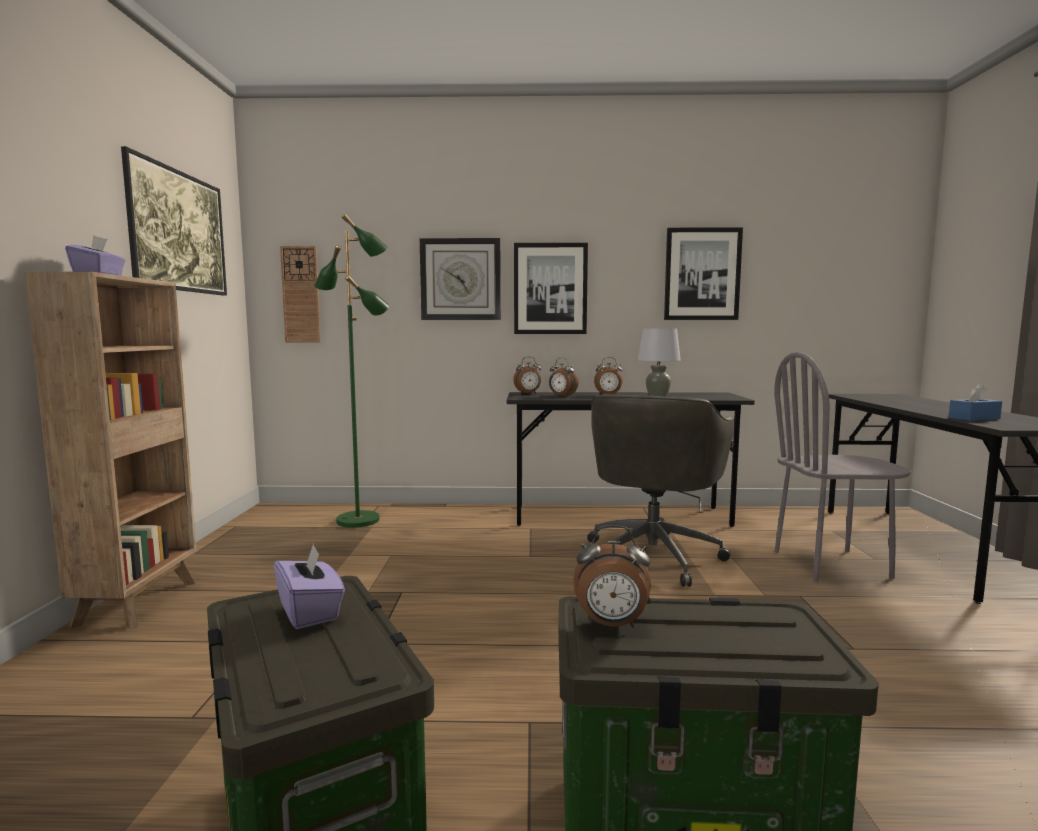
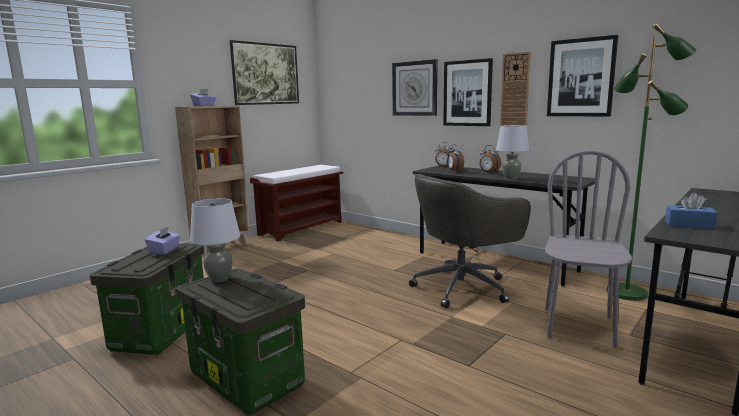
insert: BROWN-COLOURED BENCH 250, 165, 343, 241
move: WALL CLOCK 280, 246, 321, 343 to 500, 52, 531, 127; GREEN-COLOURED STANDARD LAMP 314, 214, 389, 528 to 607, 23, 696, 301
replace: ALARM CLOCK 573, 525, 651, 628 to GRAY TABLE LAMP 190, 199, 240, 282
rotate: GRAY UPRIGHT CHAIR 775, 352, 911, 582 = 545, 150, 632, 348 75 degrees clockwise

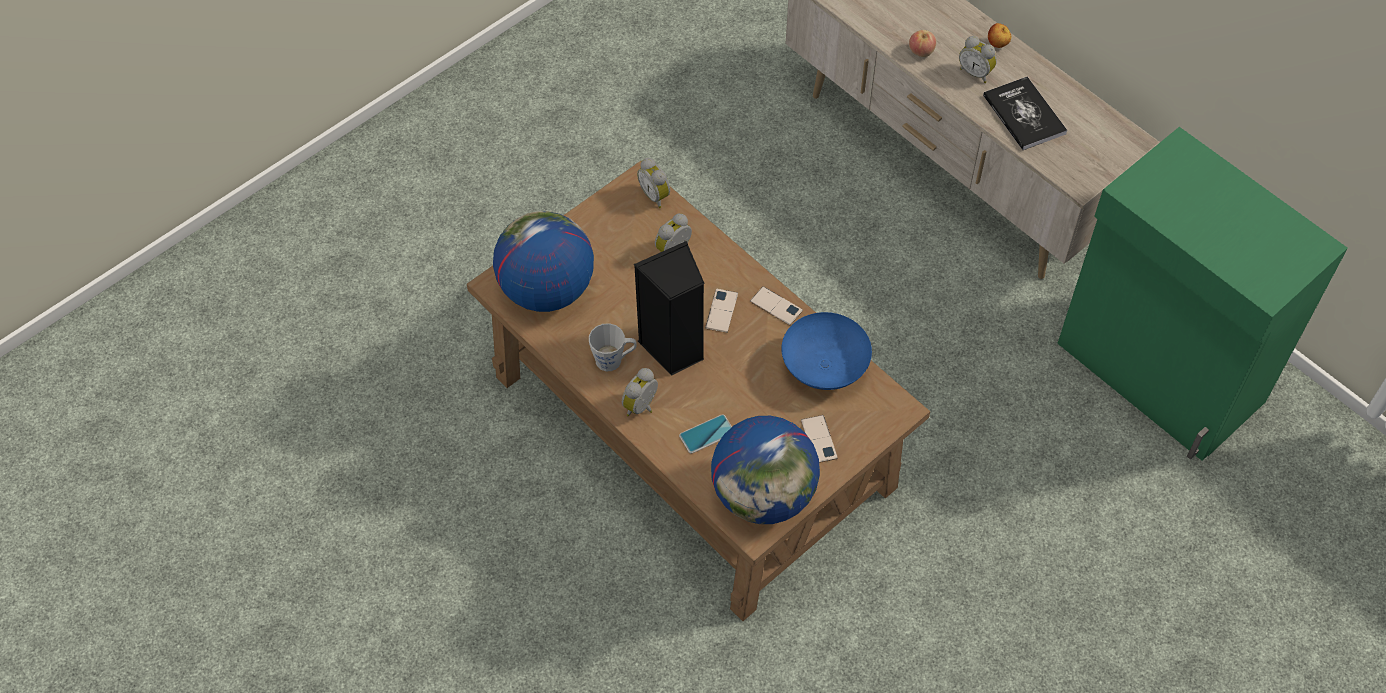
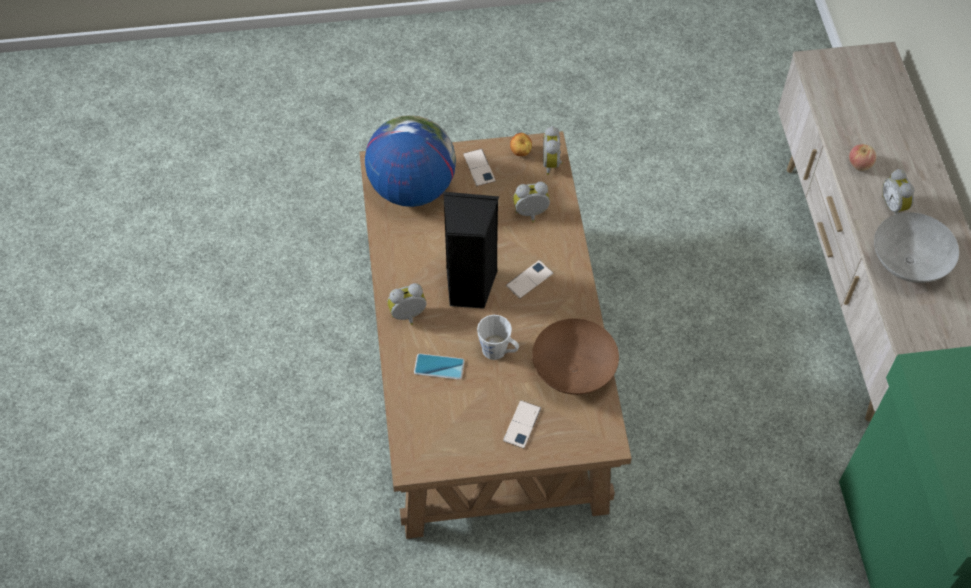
delete: WORLD GLOBE 711, 416, 820, 524
move: GRAY MUG 589, 323, 637, 371 to 477, 315, 519, 360; TELEPHONE 750, 286, 803, 325 to 463, 149, 496, 187; APPLE FRUIT 988, 23, 1011, 48 to 510, 133, 532, 156
replace: BOOK 983, 77, 1067, 150 to GRAY DEEP DISH 874, 212, 959, 283
recolor: BLUE-COLOURED DEEP DISH 781, 312, 872, 390 to BROWN-COLOURED DEEP DISH 532, 318, 619, 395

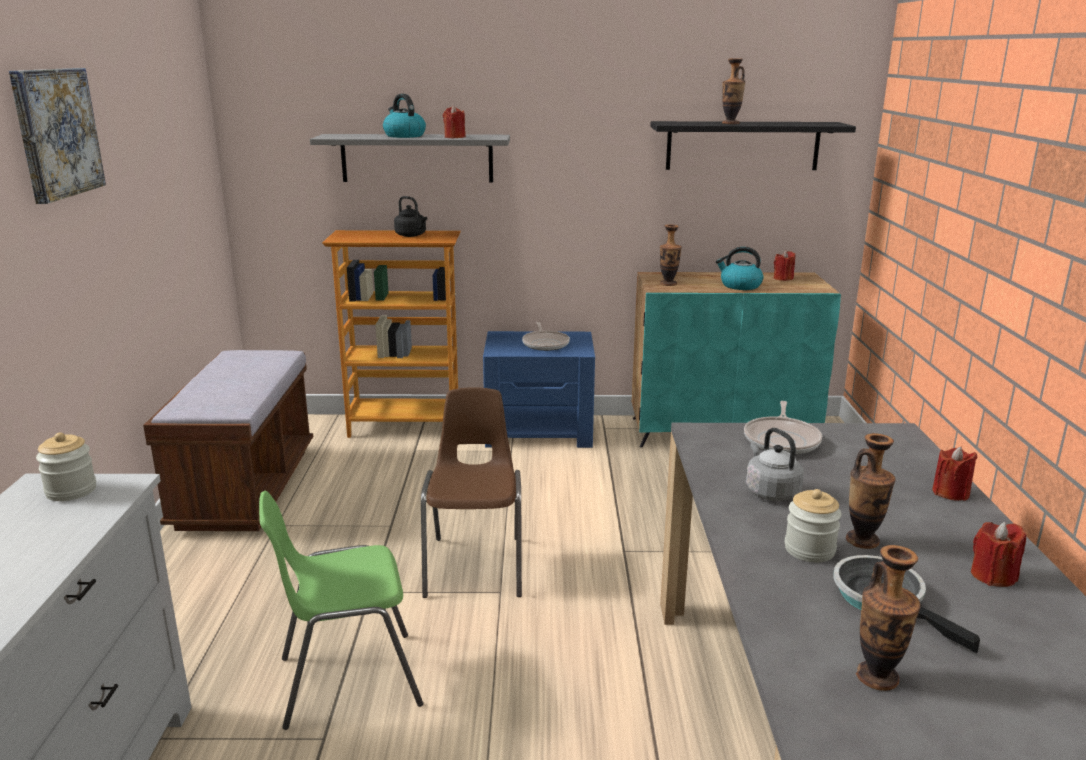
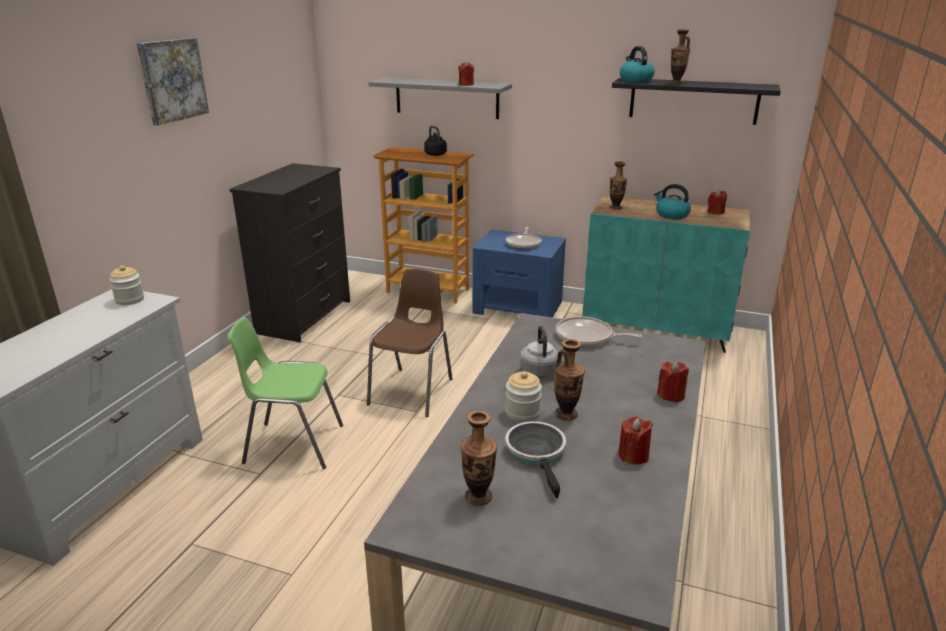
move: KETTLE 383, 94, 426, 138 to 620, 46, 655, 82
replace: BROWN-COLOURED BENCH 143, 350, 313, 531 to BLACK DRESSER 229, 163, 350, 342
rotate: SKILLET 744, 401, 822, 455 = 556, 316, 642, 347 75 degrees clockwise

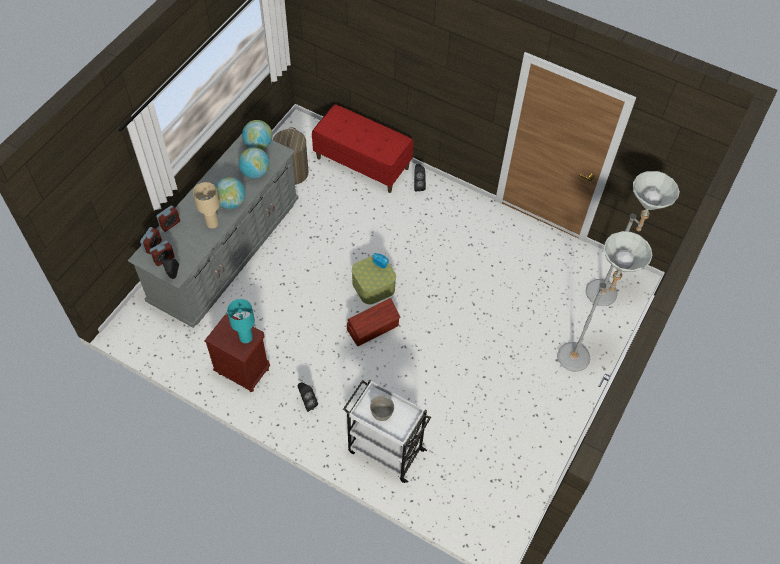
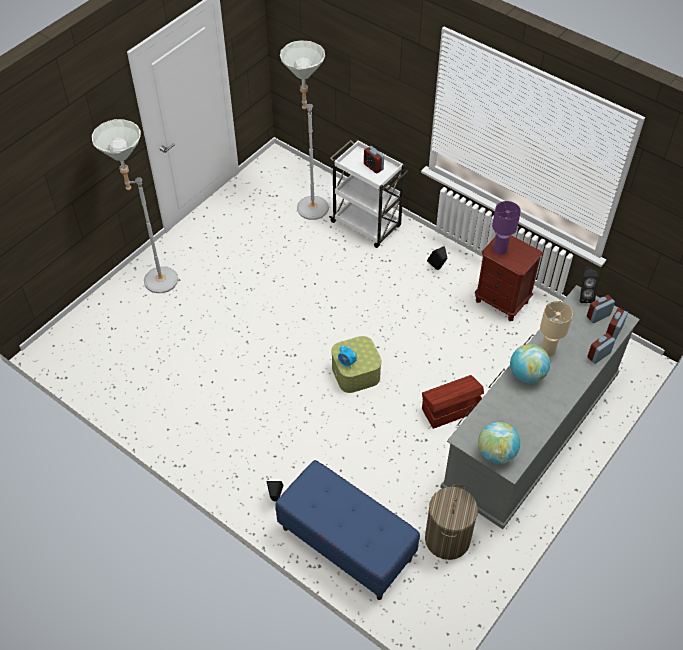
delete: WORLD GLOBE 238, 148, 270, 179
move: BROWN-COLOURED STORAGE BIN 347, 298, 401, 346 to 422, 375, 484, 429; GRAY STANDARD LAMP 586, 171, 680, 306 to 280, 40, 329, 220
replace: GRAY DEEP DISH 370, 395, 394, 421 to ALARM CLOCK 364, 146, 384, 174
recolor: TURQUOISE-COLOURED TABLE LAMP 227, 299, 255, 343 to PURPLE TABLE LAMP 492, 201, 521, 254; REDDISH BENCH 312, 104, 414, 193 to BLUE-COLOURED BENCH 275, 460, 420, 600

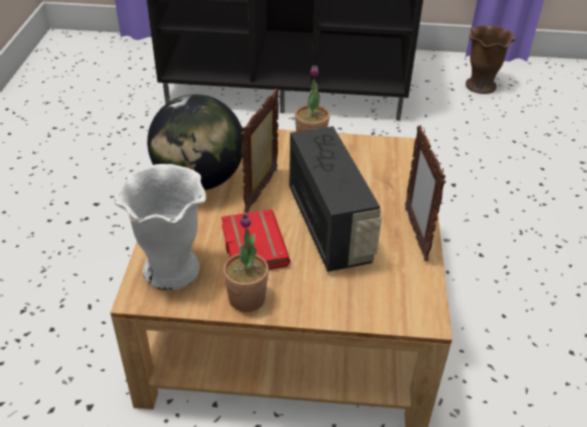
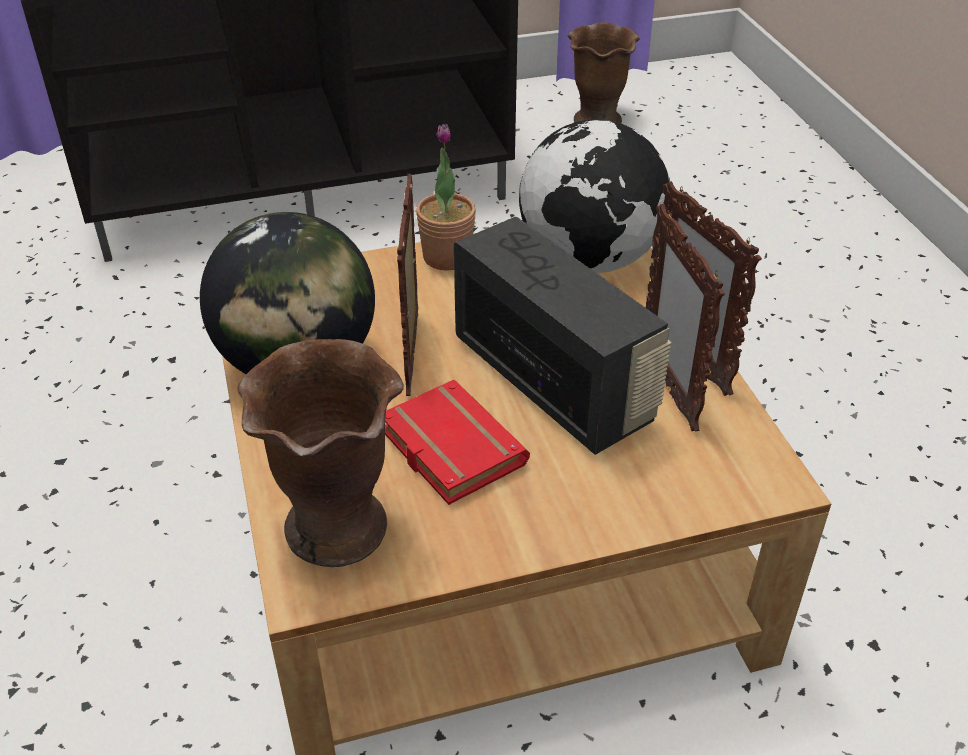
delete: HOUSEPLANT 223, 214, 269, 312
insert: WORLD GLOBE 519, 119, 670, 273; PHOTO FRAME 645, 204, 725, 432
recolor: WHITE VASE 114, 164, 206, 291 to BROWN-COLOURED VASE 237, 339, 404, 567

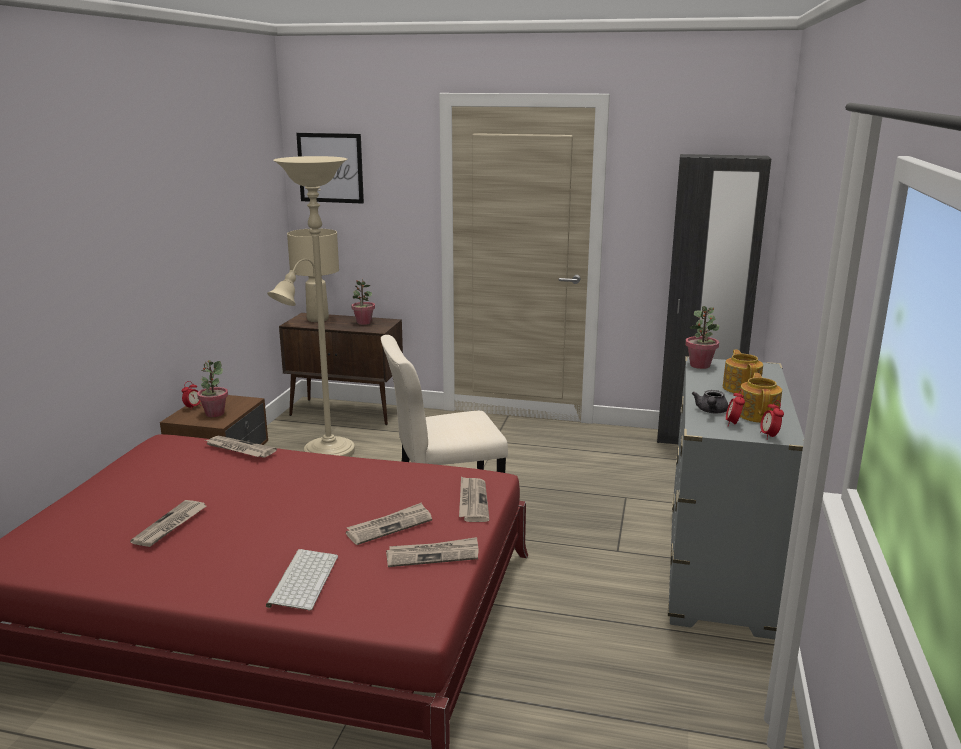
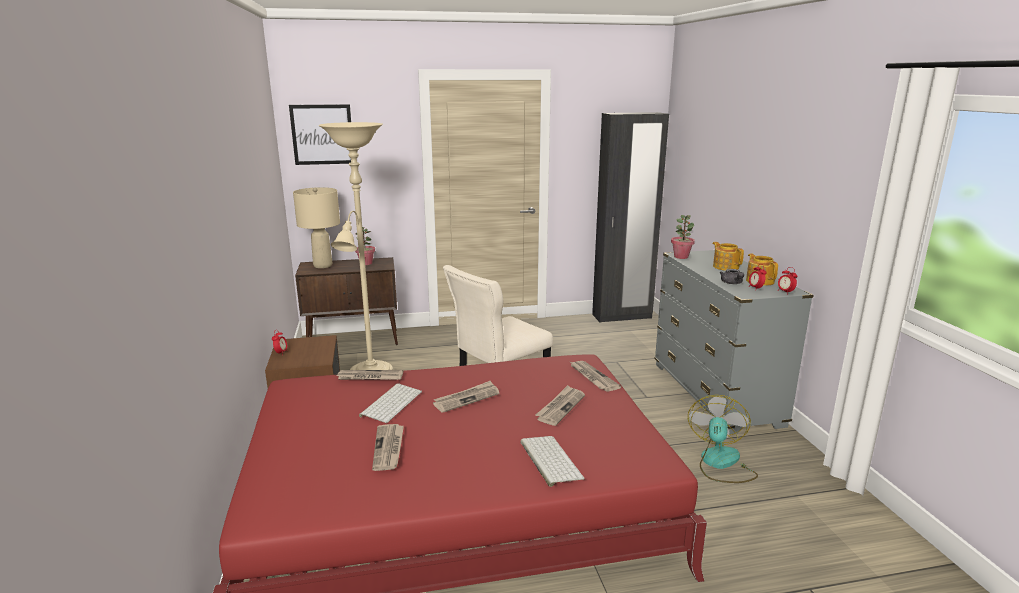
delete: HOUSEPLANT 197, 360, 228, 417
insert: COMPUTER KEYBOARD 359, 383, 422, 423; FAN 688, 395, 758, 483
move: PRINTED PAPER 386, 537, 479, 567 to 433, 380, 499, 413

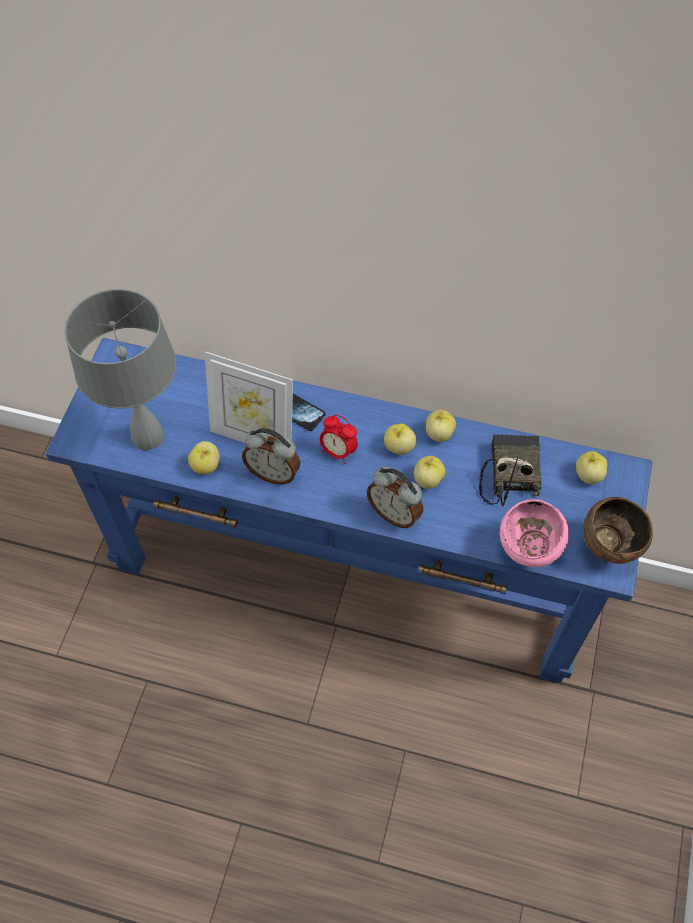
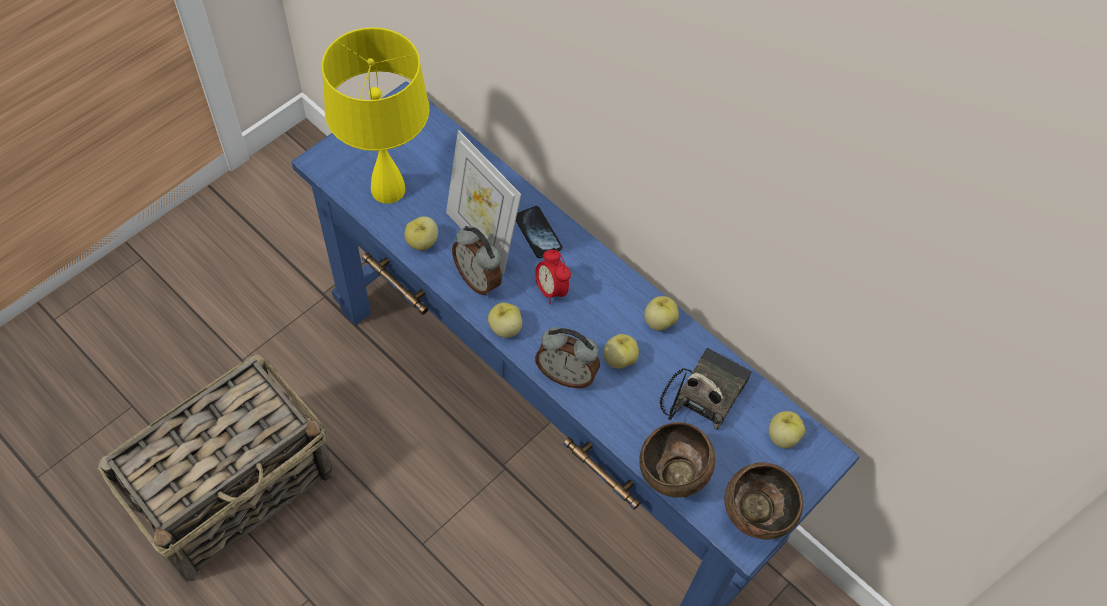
insert: HOUSEHOLD BASKET 98, 354, 334, 582
move: APPLE FRUIT 384, 423, 417, 455 to 488, 303, 522, 338
recolor: GRAY TABLE LAMP 64, 289, 176, 450 to YELLOWISH TABLE LAMP 322, 27, 430, 204; PINKISH DEEP DISH 500, 499, 569, 567 to BROWN-COLOURED DEEP DISH 639, 422, 715, 498
rotate: ALARM CLOCK 367, 467, 423, 528 = 535, 327, 600, 388 45 degrees counterclockwise

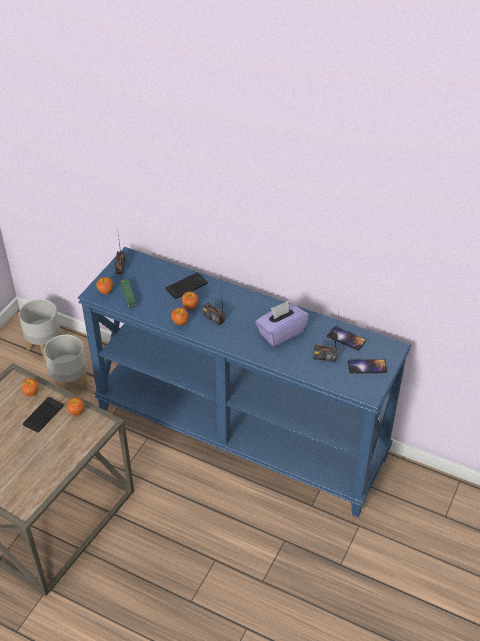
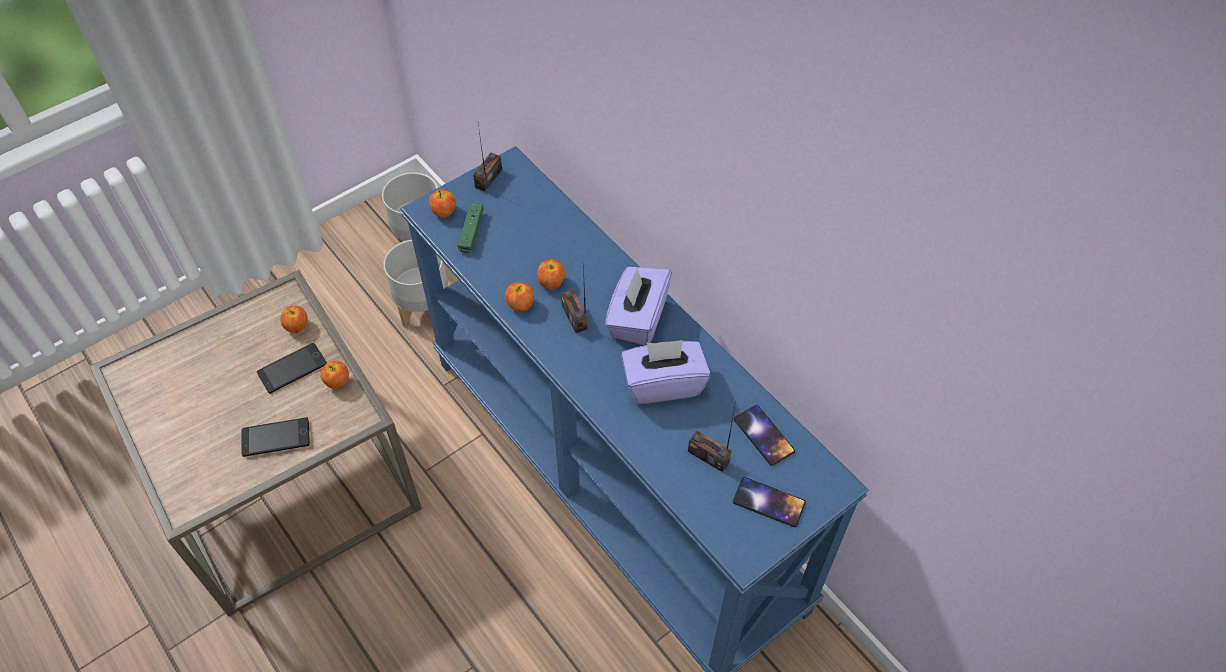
insert: PURPLE TISSUE BOX 605, 267, 672, 345
move: TELEPHONE 166, 273, 208, 299 to 242, 417, 310, 457

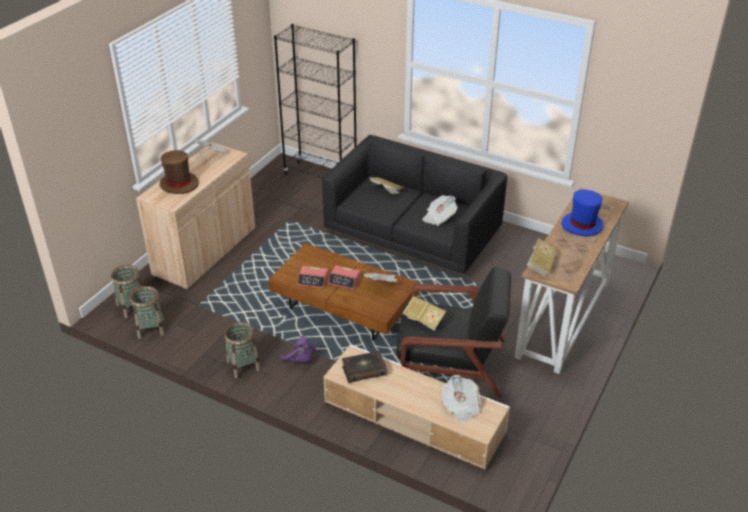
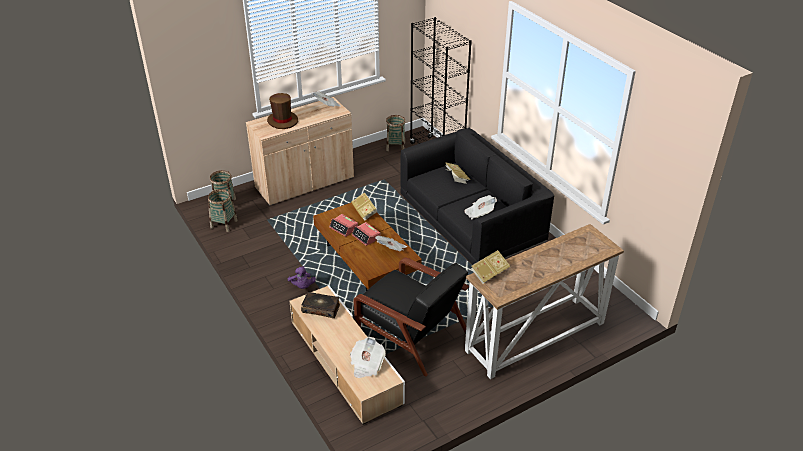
delete: BLUE-COLOURED HAT 561, 189, 604, 236
move: HOUSEHOLD BASKET 224, 322, 260, 378 to 386, 115, 406, 151; BOOK 402, 296, 446, 331 to 352, 192, 378, 220

